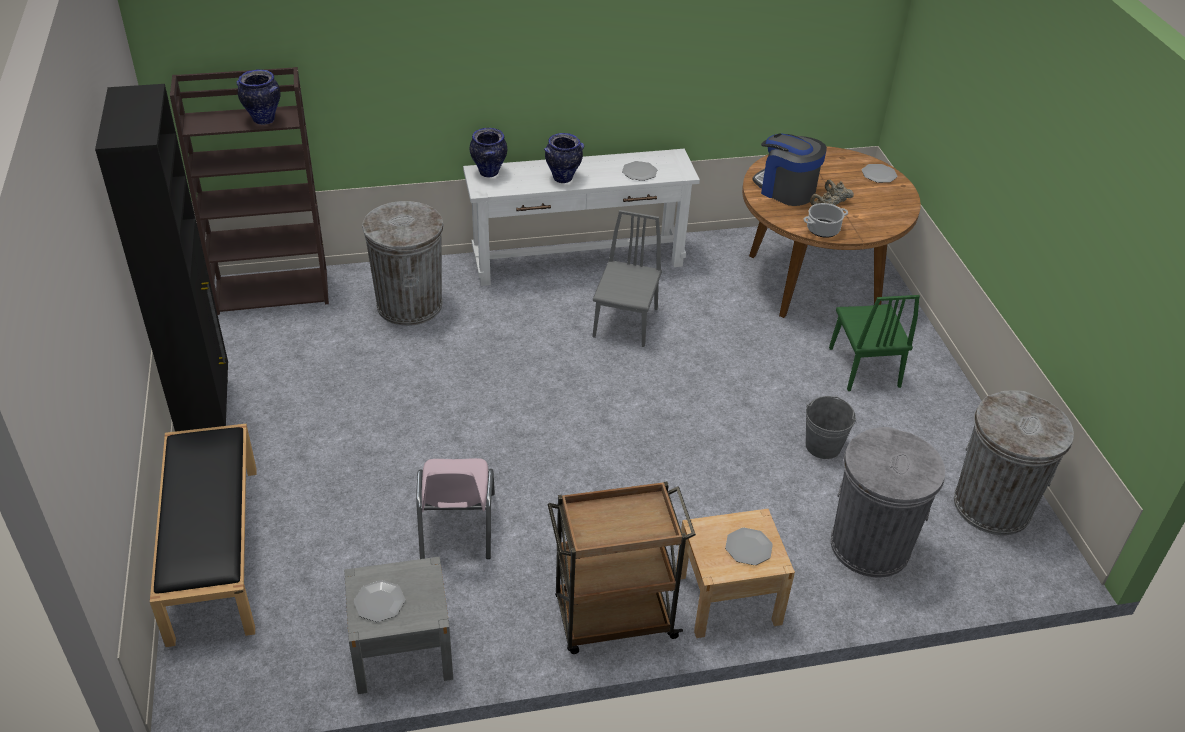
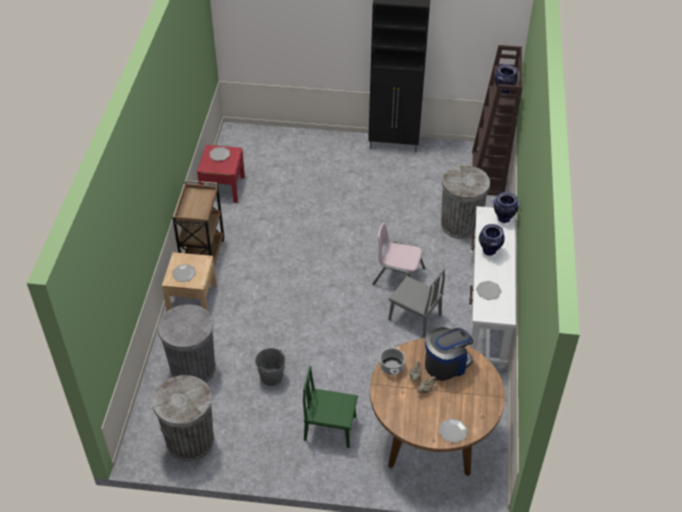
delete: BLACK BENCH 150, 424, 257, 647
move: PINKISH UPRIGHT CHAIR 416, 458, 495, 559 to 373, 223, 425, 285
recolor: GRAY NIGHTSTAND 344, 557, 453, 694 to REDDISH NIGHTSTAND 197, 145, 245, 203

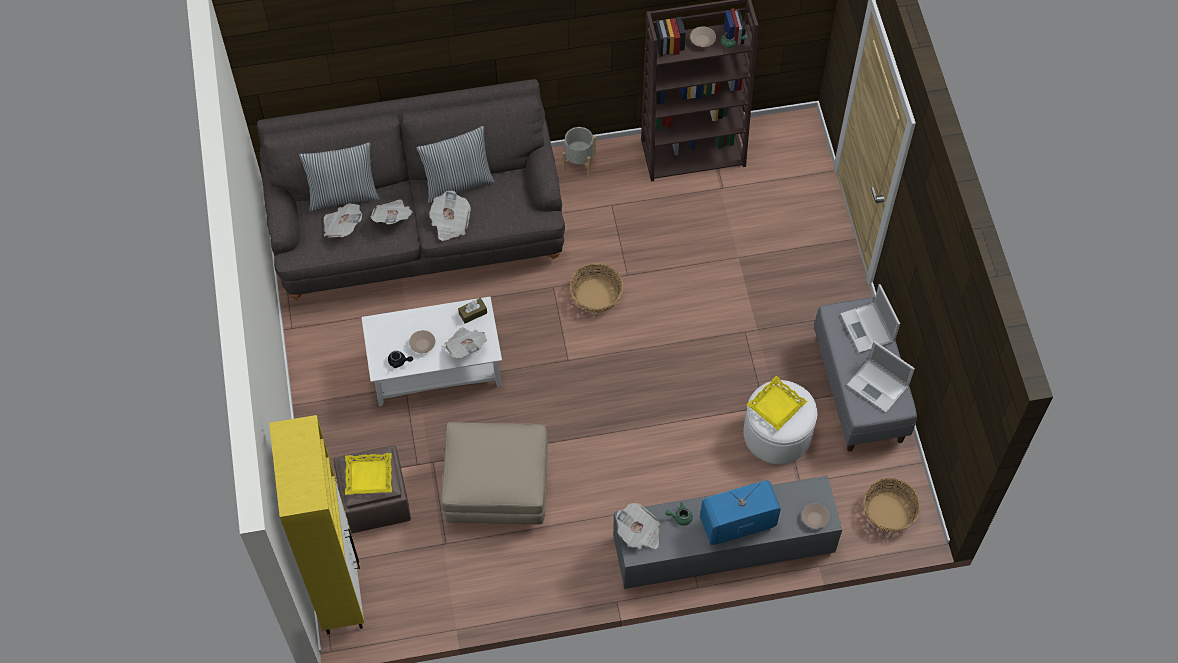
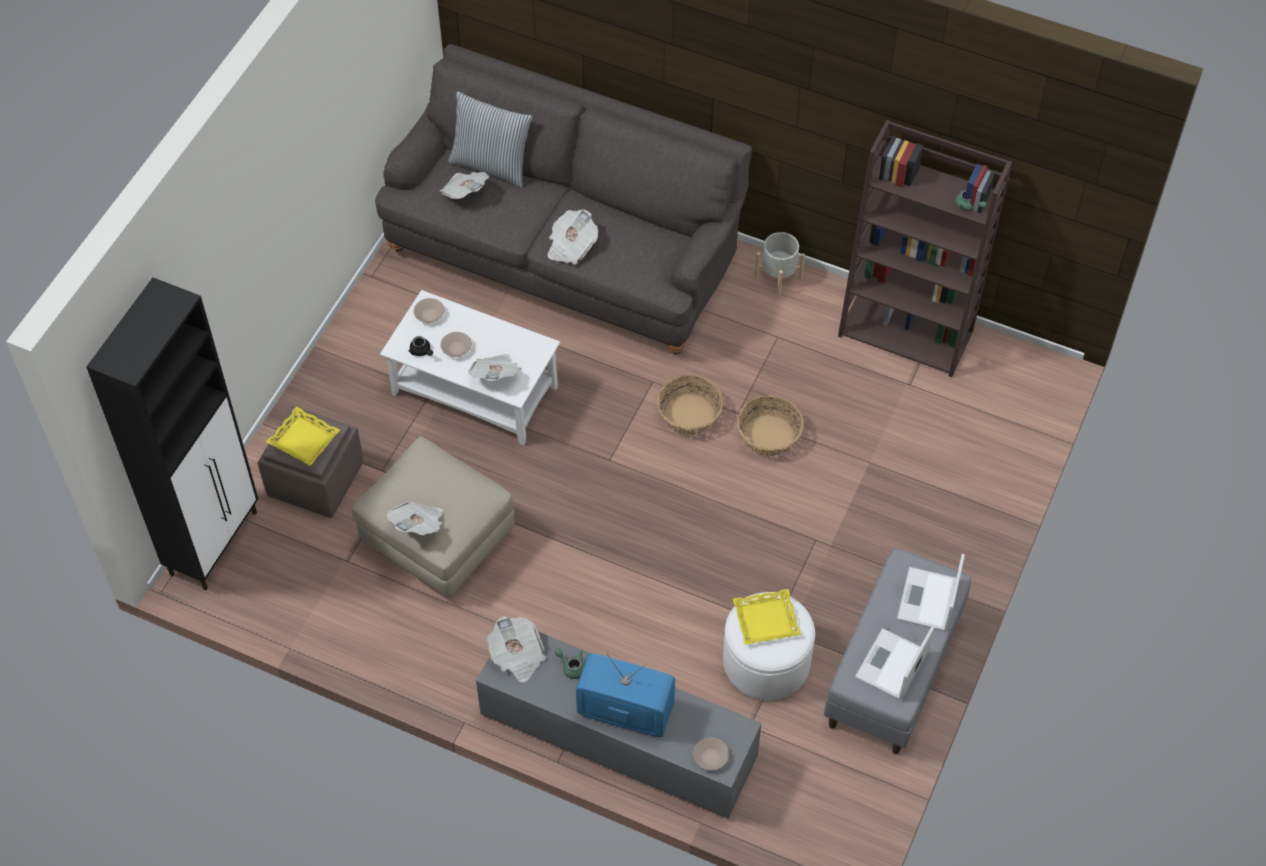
delete: THROW PILLOW 417, 126, 495, 203; BROWN-COLOURED TISSUE BOX 458, 298, 487, 324
move: PRINTED PAPER 371, 199, 413, 224 to 387, 501, 443, 535; BEIGE DEEP DISH 690, 26, 716, 47 to 414, 298, 445, 323; HOUSEHOLD BASKET 863, 478, 921, 532 to 737, 395, 804, 456
recolor: YELLOWISH CUPBOARD 269, 415, 364, 634 to BLACK CUPBOARD 86, 277, 258, 590
rotate: PORTABLE COMPUTER 847, 341, 915, 413 = 855, 626, 934, 700 45 degrees clockwise

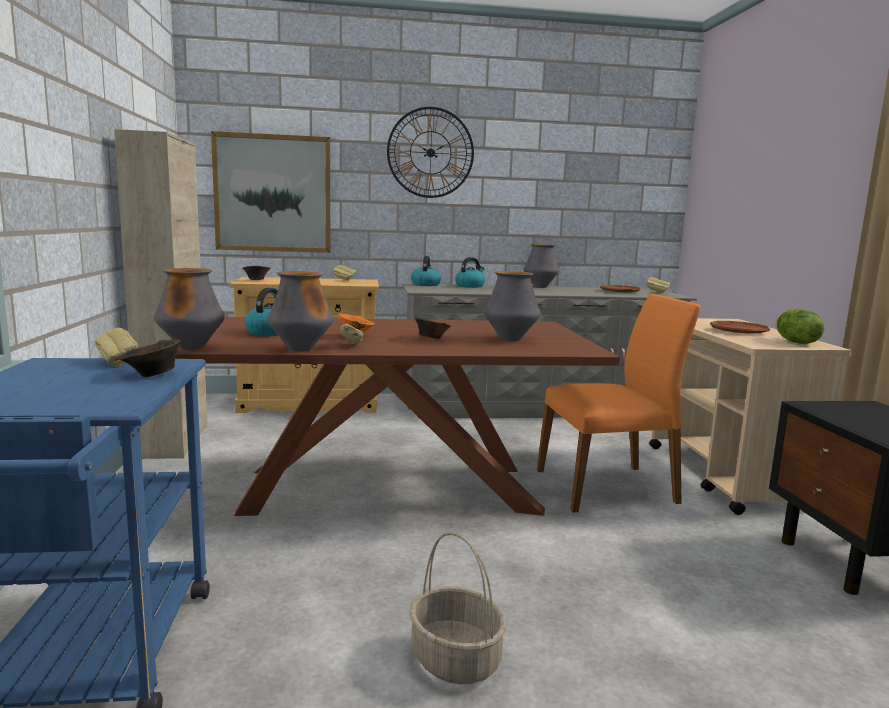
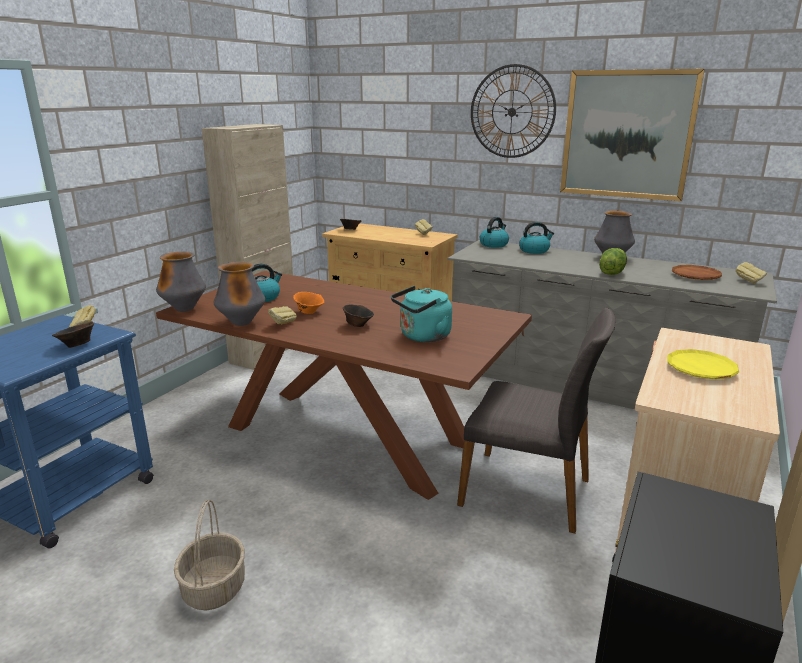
move: WALL PICTURE 211, 131, 330, 253 to 560, 69, 705, 201; LETTUCE 775, 309, 824, 344 to 599, 248, 627, 275
replace: VASE 484, 271, 541, 341 to TURQUOISE-COLOURED KETTLE 391, 286, 452, 342
recolor: ORANGEY UPRIGHT CHAIR 537, 294, 701, 512 to GRAY UPRIGHT CHAIR 457, 308, 616, 534; BROWN-COLOURED FLAT DISH 710, 321, 770, 333 to YELLOWISH FLAT DISH 667, 349, 739, 379

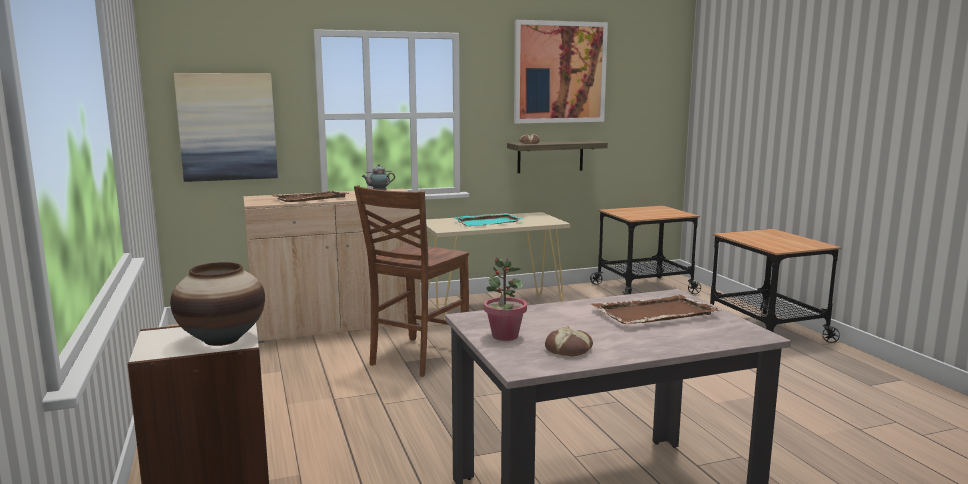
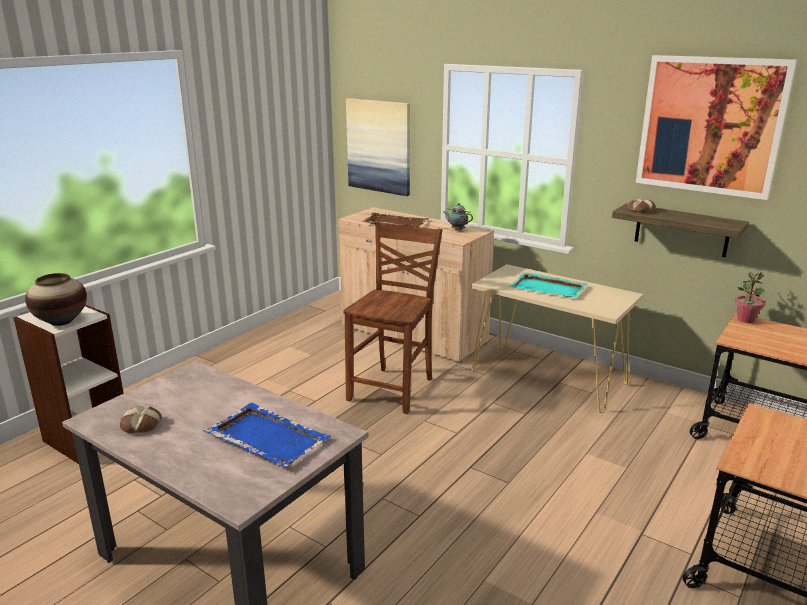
move: HOUSEPLANT 484, 256, 527, 341 to 735, 272, 766, 323
recolor: BROWN-COLOURED SERVING TRAY 591, 295, 722, 324 to BLUE-COLOURED SERVING TRAY 204, 403, 331, 467
rotate: BROWN-COLOURED UPRIGHT CHAIR 354, 185, 469, 377 = 343, 221, 442, 414 120 degrees clockwise

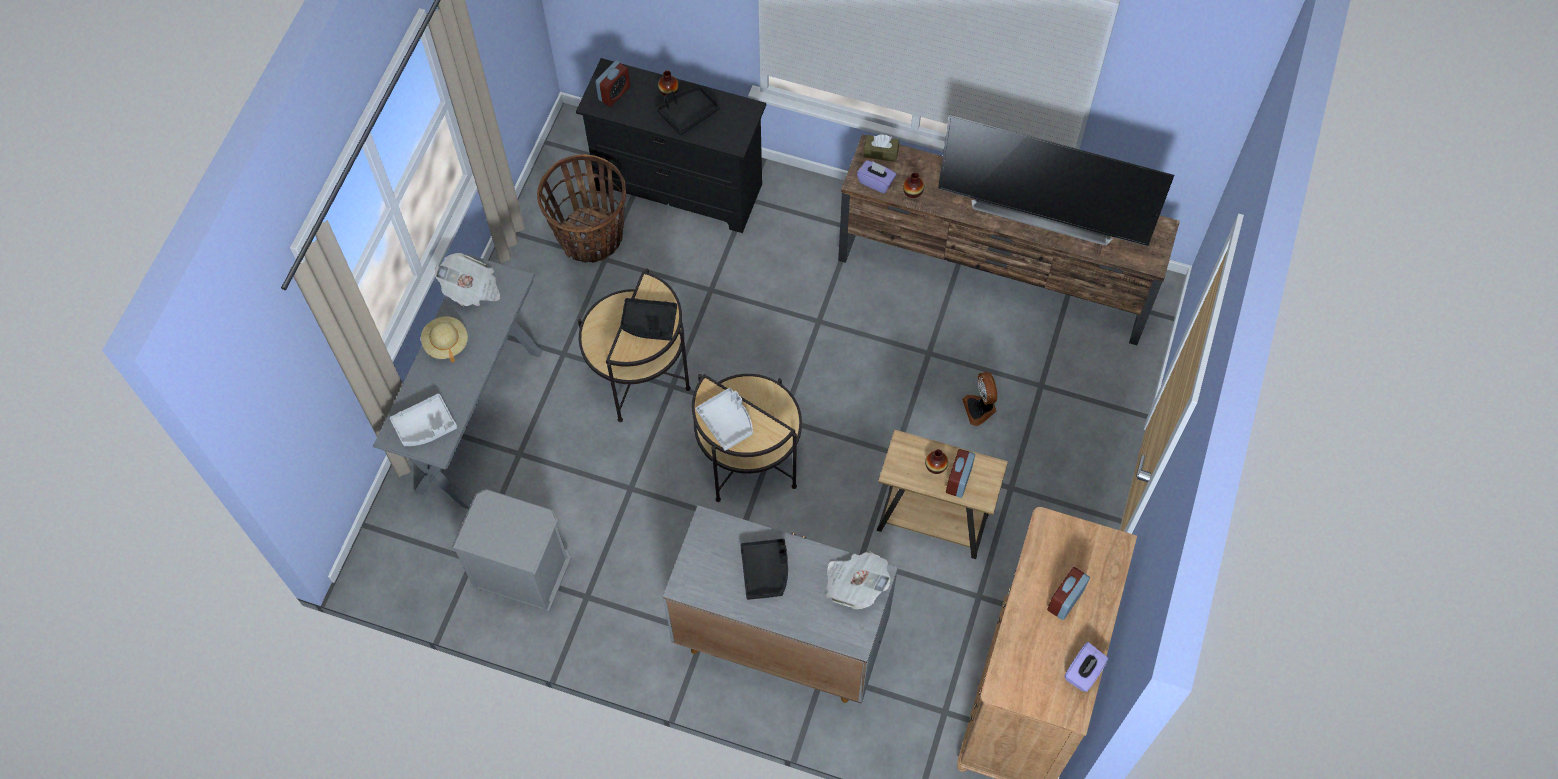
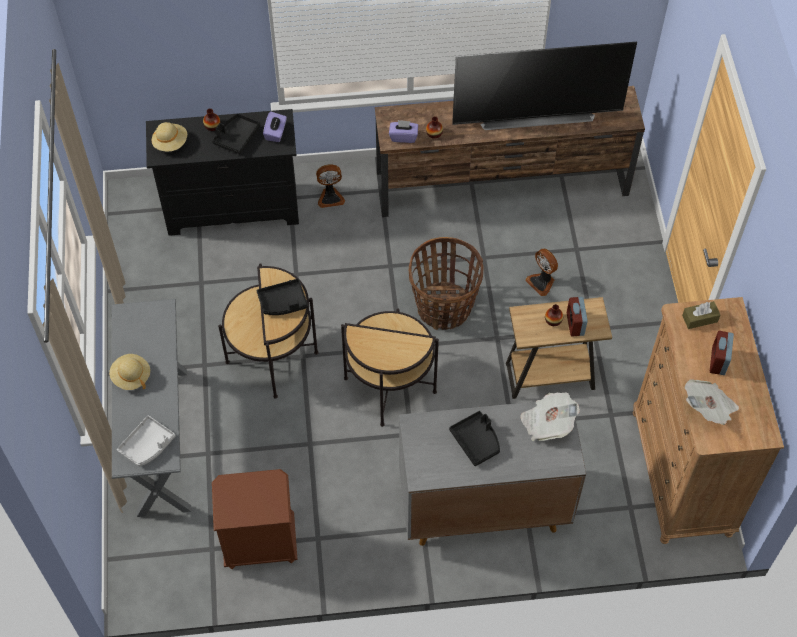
delete: GRAY SERVING TRAY 696, 388, 753, 450
insert: FAN 316, 164, 345, 208
move: PRINTED PAPER 434, 253, 500, 307 to 685, 379, 739, 425; HOUSEHOLD BASKET 537, 154, 626, 263 to 409, 237, 483, 330; BROWN-COLOURED TISSUE BOX 863, 134, 899, 162 to 682, 301, 720, 329; PURPLE TISSUE BOX 1064, 642, 1108, 692 to 263, 111, 287, 142
replace: ALARM CLOCK 595, 61, 630, 107 to BEIGE HAT 152, 122, 187, 152
recolor: GRAY NIGHTSTAND 452, 489, 571, 612 to BROWN-COLOURED NIGHTSTAND 212, 469, 298, 569

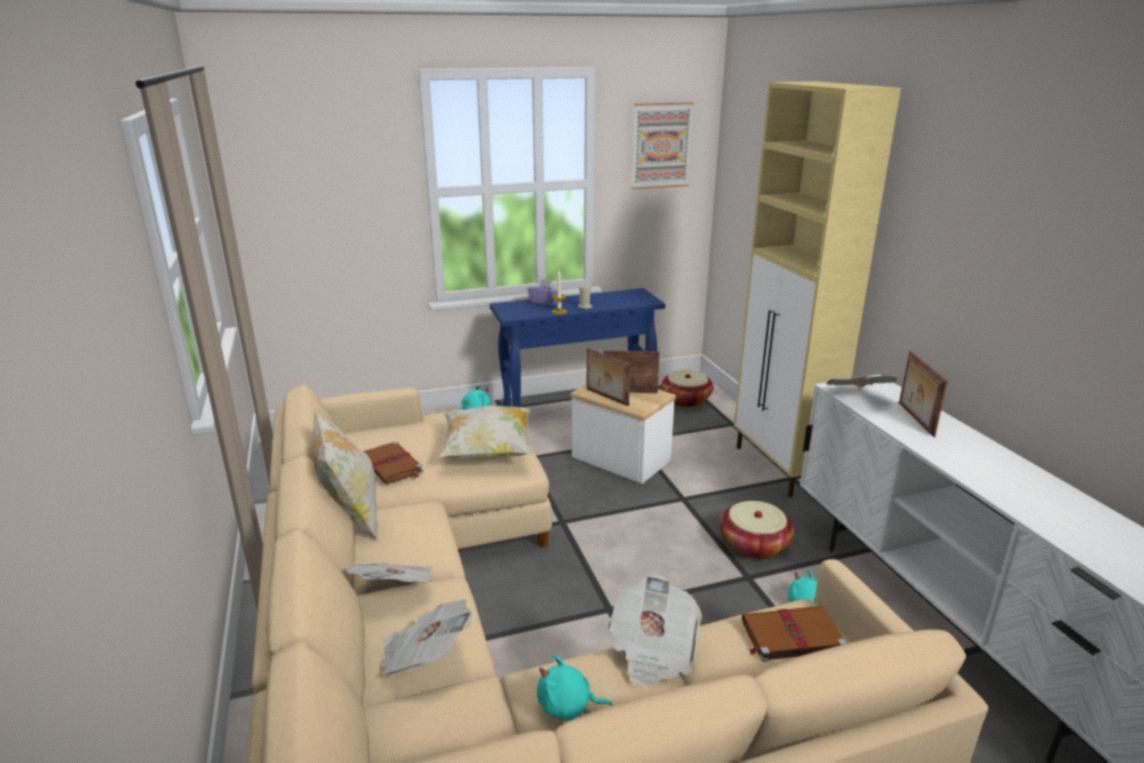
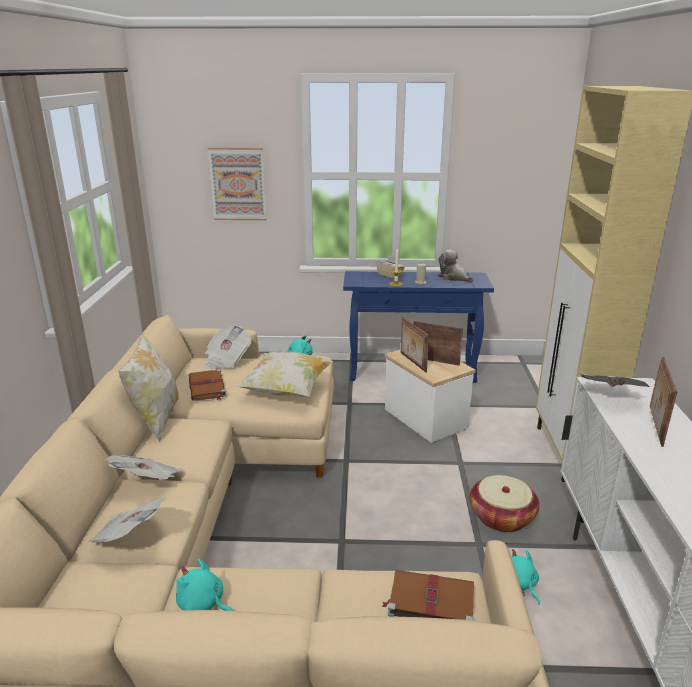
delete: HOUSEHOLD BASKET 661, 370, 714, 407
insert: PLUSH TOY 438, 250, 474, 282
move: PRINTED PAPER 608, 575, 702, 686 to 204, 325, 251, 369; WALL PICTURE 632, 102, 694, 189 to 208, 147, 267, 220
recolor: PURPLE TISSUE BOX 527, 279, 562, 306 to BEIGE TISSUE BOX 376, 255, 405, 279

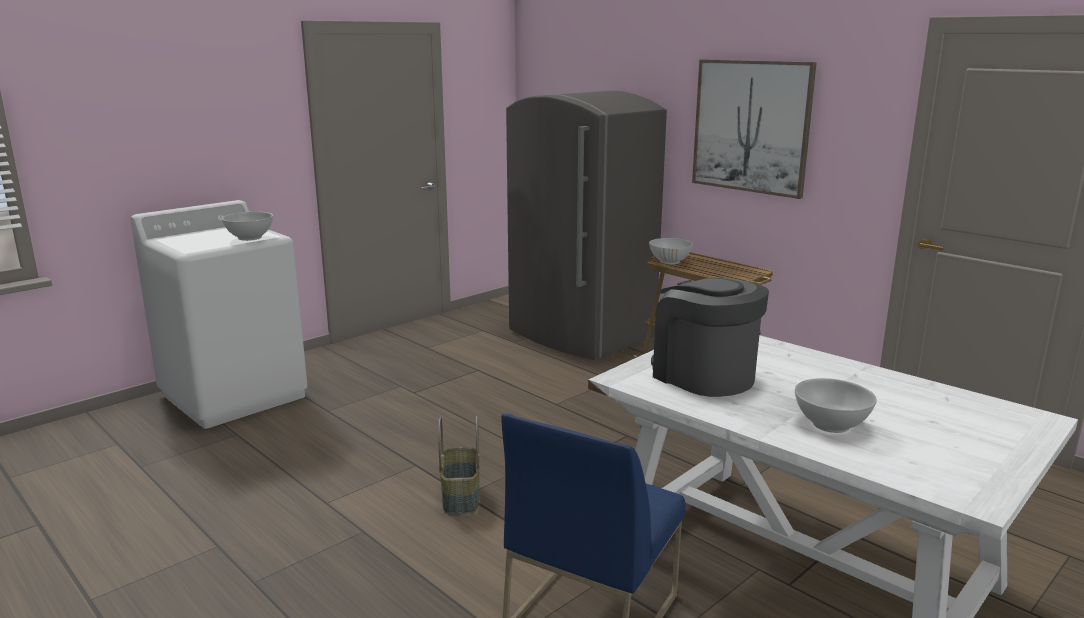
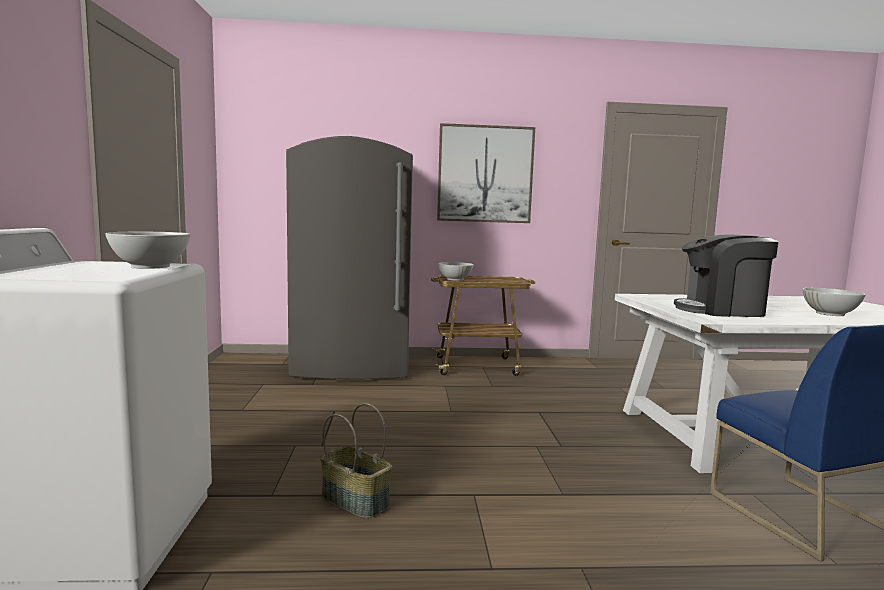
move: HOUSEHOLD BASKET 438, 416, 480, 514 to 320, 403, 392, 519

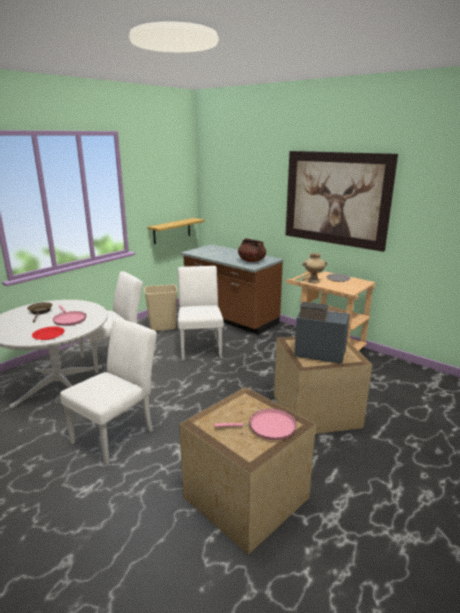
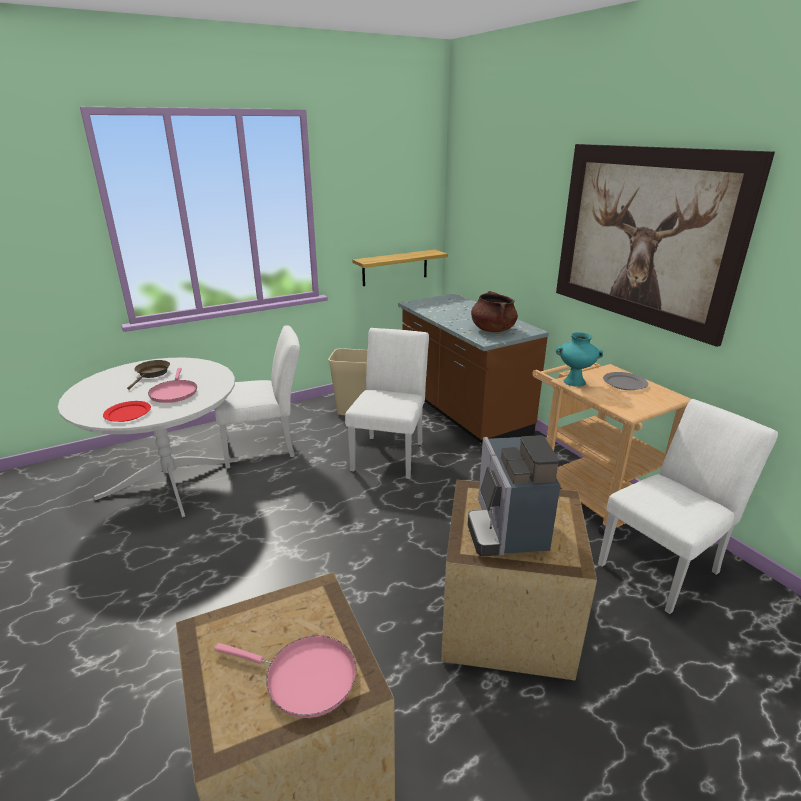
move: WHITE UPRIGHT CHAIR 60, 318, 157, 466 to 598, 399, 778, 614
recolor: BEIGE VASE 302, 253, 327, 283 to TURQUOISE-COLOURED VASE 556, 332, 603, 387
rotate: COFFEE MAKER 294, 302, 350, 364 = 468, 435, 560, 556 135 degrees counterclockwise

